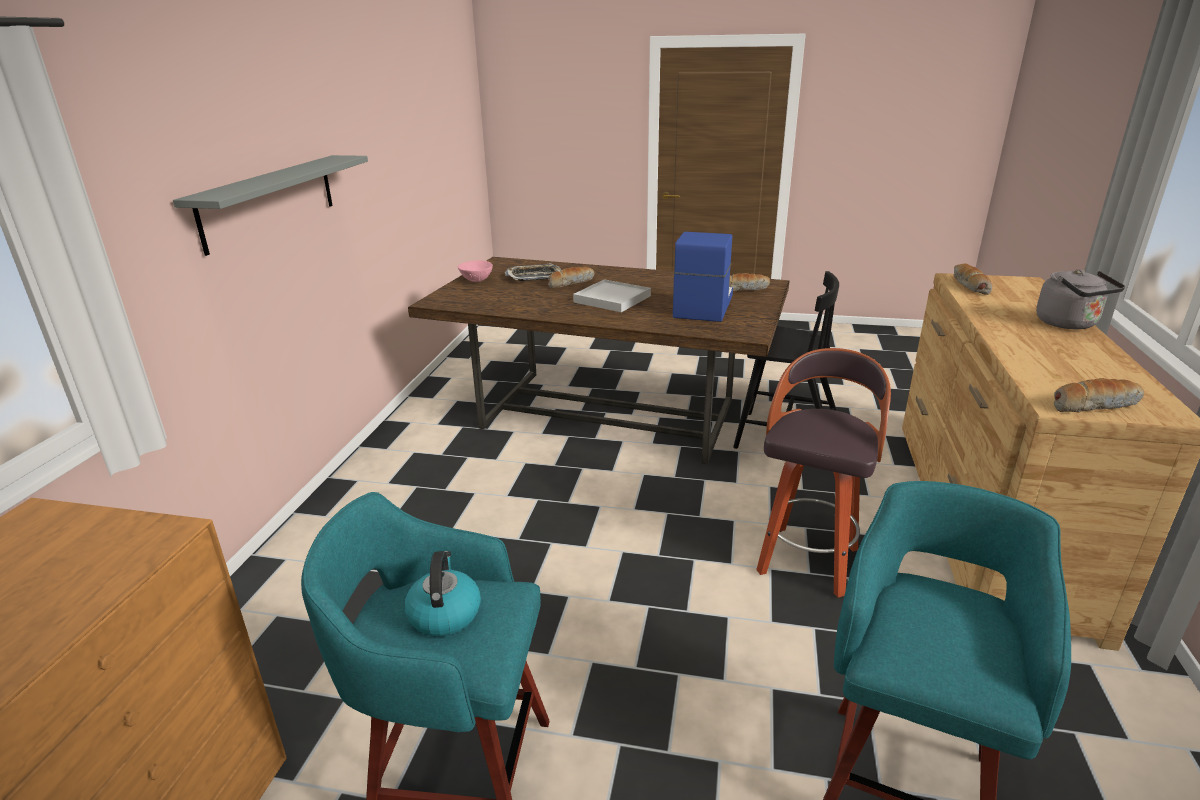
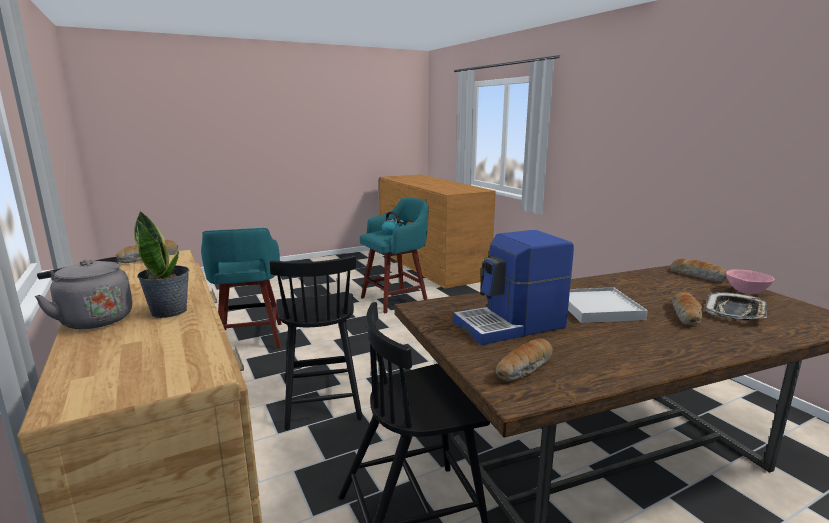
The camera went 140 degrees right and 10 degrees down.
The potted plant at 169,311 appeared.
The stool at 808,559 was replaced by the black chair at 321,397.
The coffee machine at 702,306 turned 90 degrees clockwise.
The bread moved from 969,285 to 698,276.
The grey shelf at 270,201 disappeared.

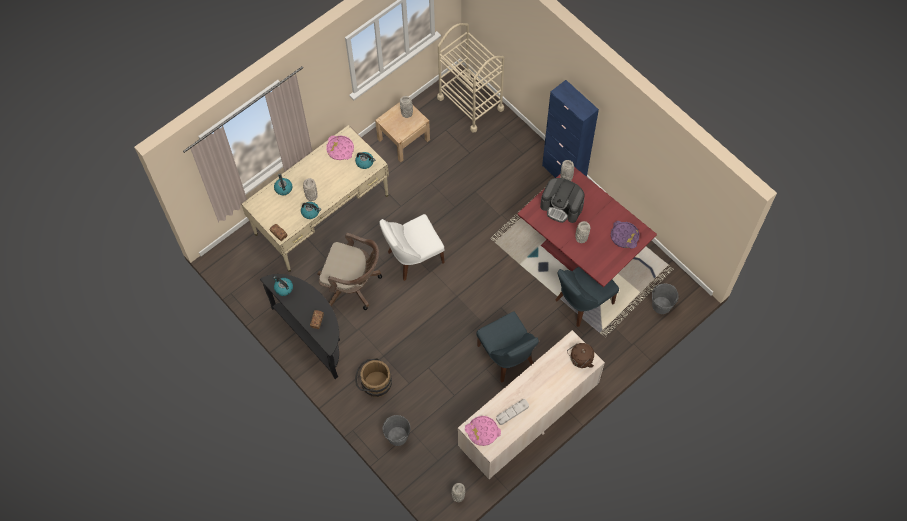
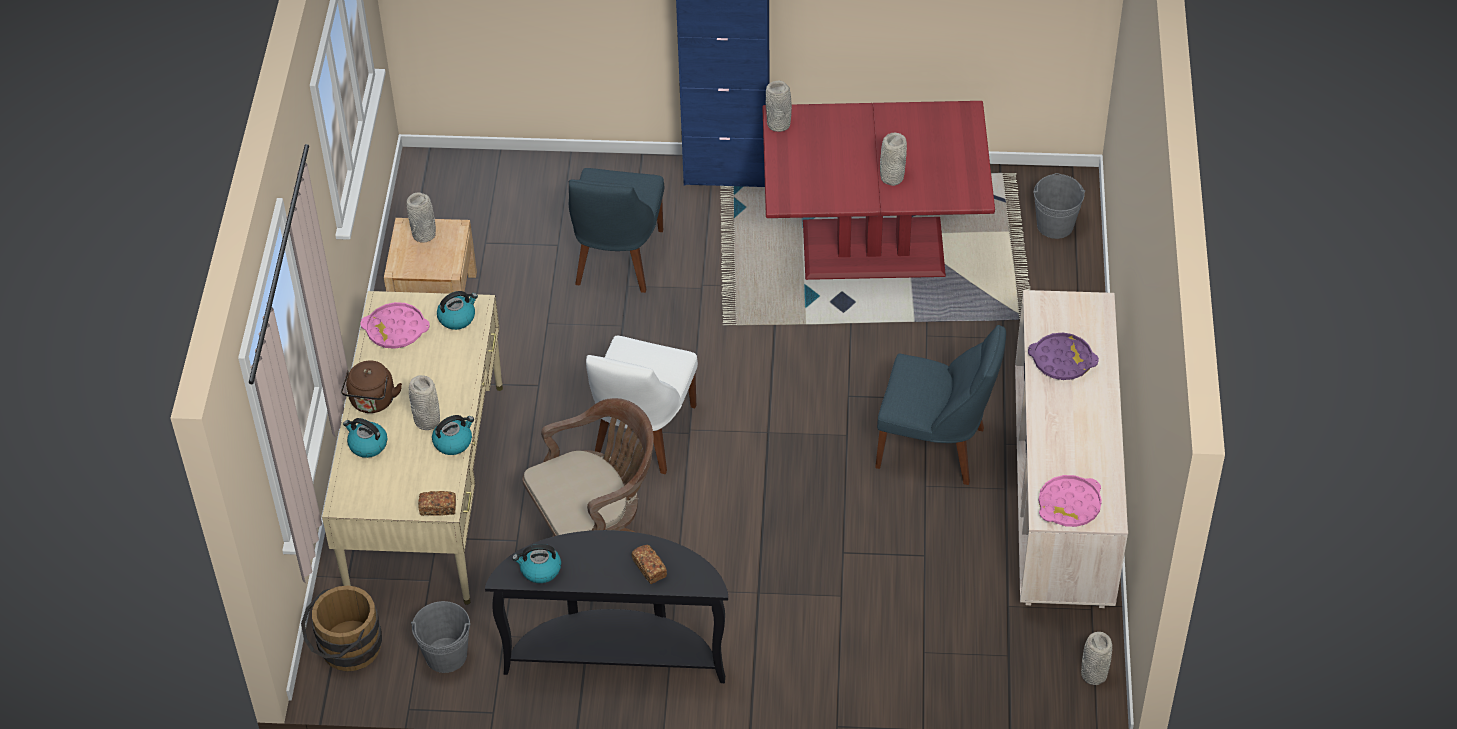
The camera went 45 degrees left and 15 degrees down.
The brown bucket moved from 373,383 to 345,650.
The brown kettle moved from 580,360 to 372,402.
The grey bucket moved from 397,436 to 446,655.
The blue chair moved from 582,302 to 617,261.
The purple tray moved from 624,236 to 1062,360.
The beige cart at 470,103 disappeared.
The grey tray at 512,412 disappeared.
The coffee machine at 562,206 disappeared.

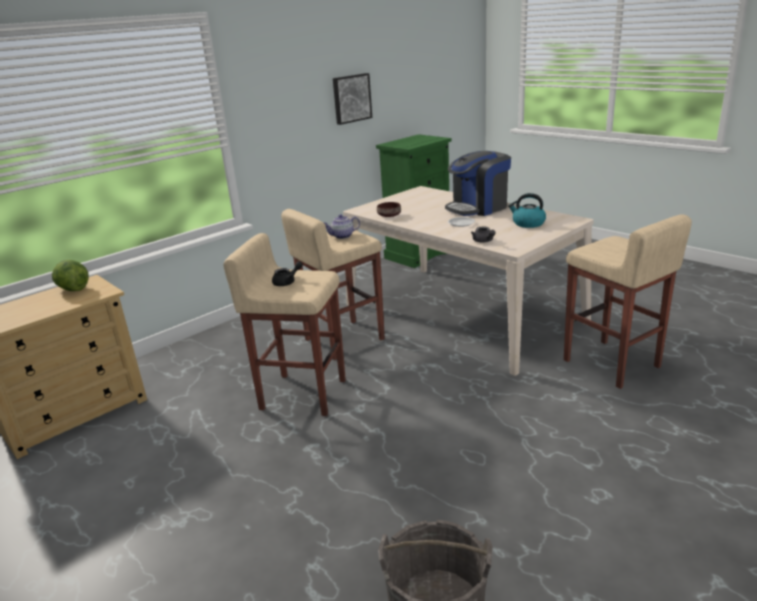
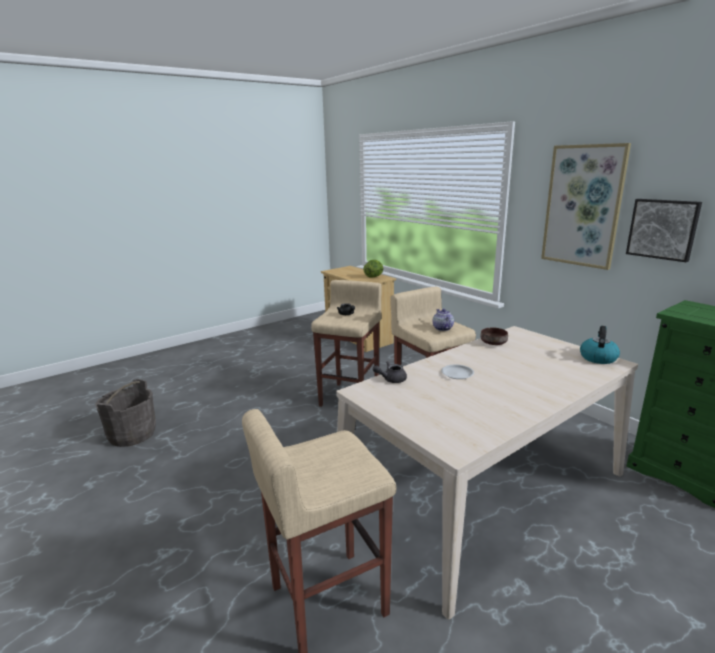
The camera went 95 degrees right and 5 degrees down.
The picture at 583,206 appeared.
The kettle moved from 528,223 to 598,358.
The coffee machine at 478,208 disappeared.

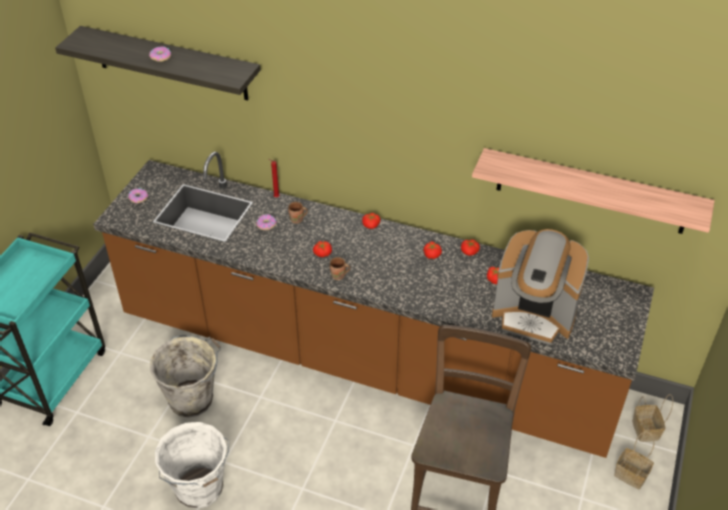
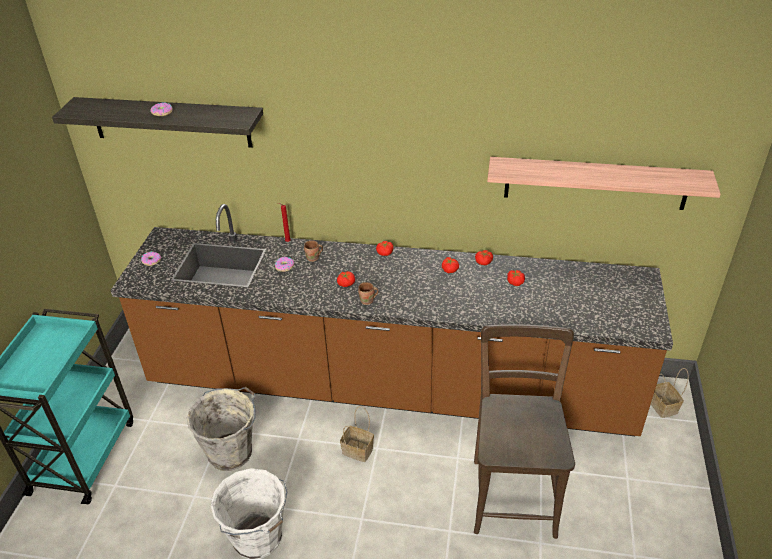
The camera went 10 degrees left and 5 degrees down.
The basket moved from 632,475 to 359,450.
The coffee machine at 534,315 disappeared.

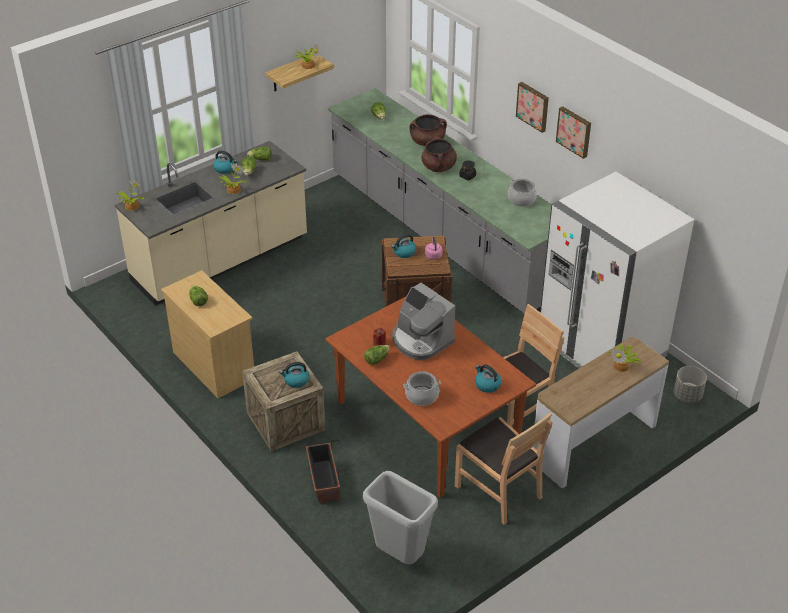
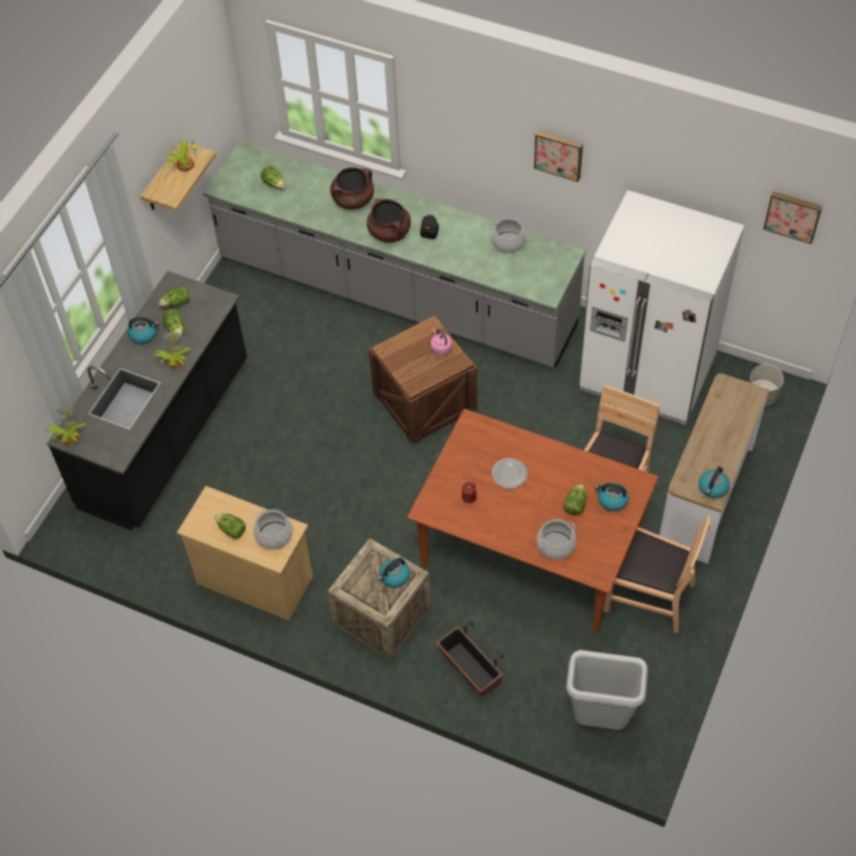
The camera went 25 degrees left and 15 degrees up.
The beige counter at 221,261 became the black counter at 167,435.
The cooking pot at 273,535 appeared.
The coffee machine at 421,340 was replaced by the plate at 510,474.
The lettuce moved from 376,359 to 575,504.
The kettle moved from 404,252 to 713,488.
The picture moved from 533,106 to 793,215.
The potted plant at 622,365 disappeared.

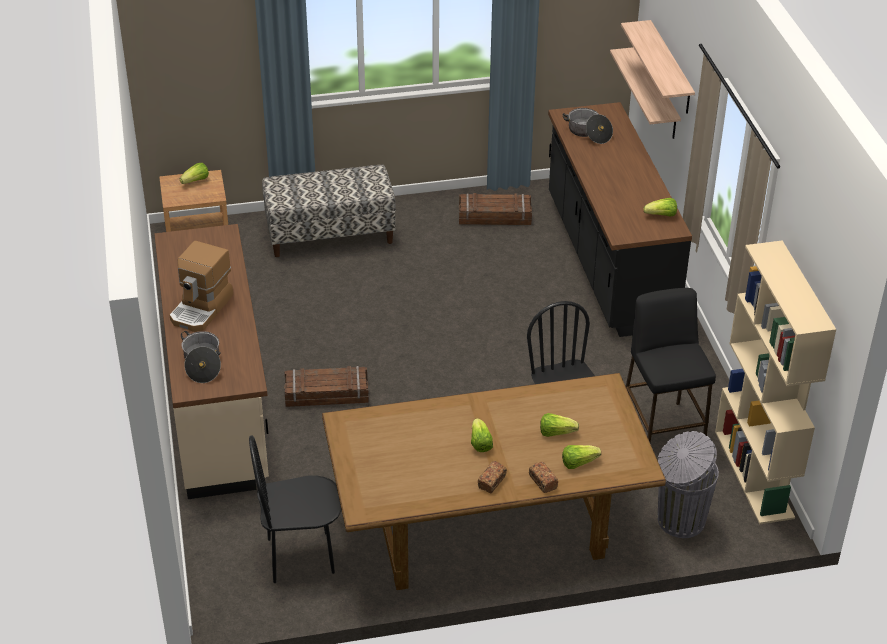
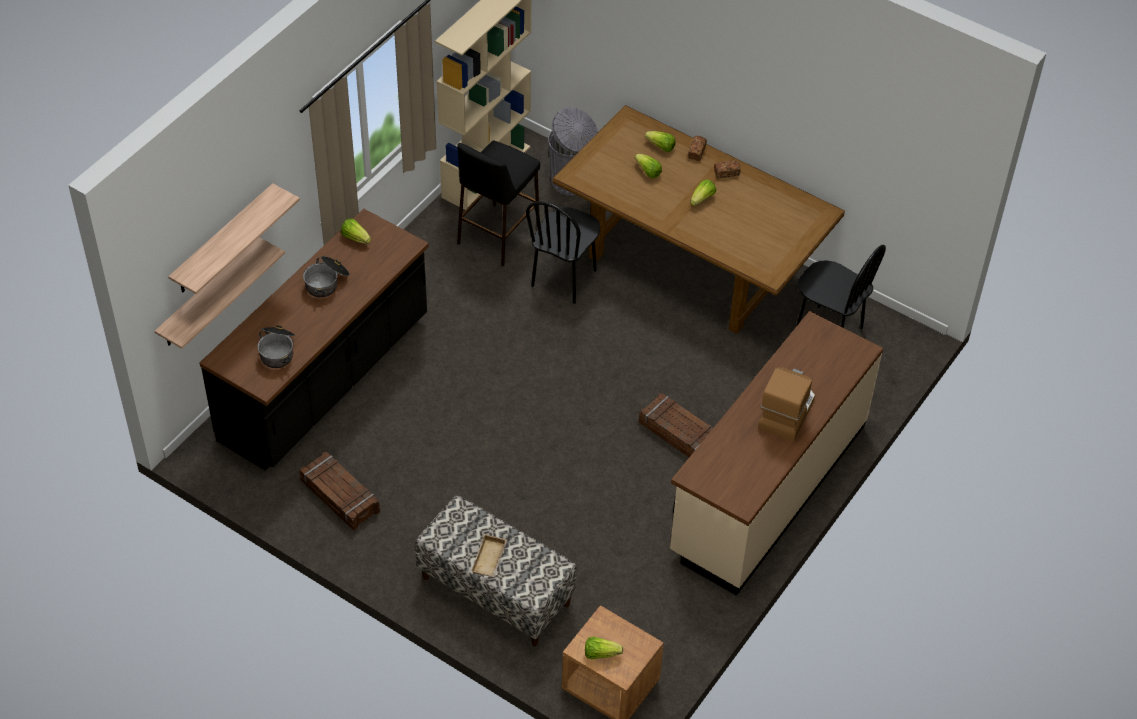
The camera went 135 degrees left and 10 degrees up.
The cooking pot moved from 202,364 to 327,282.
The beige tray at 490,559 appeared.
The coffee machine at 202,308 turned 45 degrees counterclockwise.

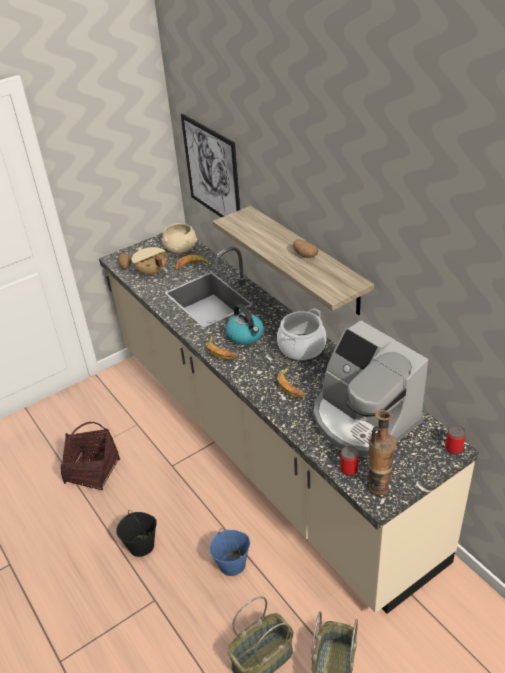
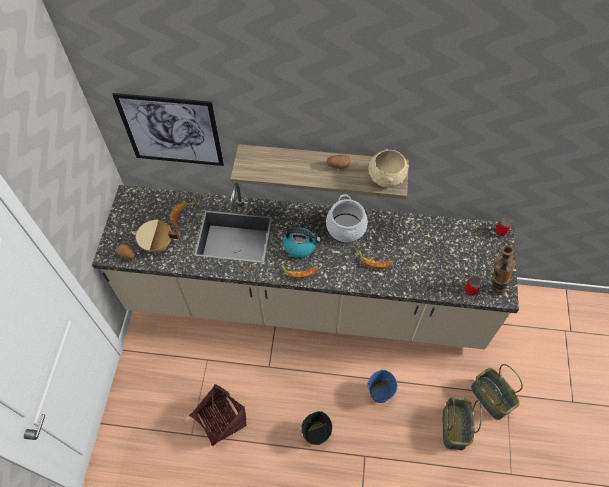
The camera went 50 degrees left and 20 degrees up.
The beige bowl moved from 180,249 to 386,177.
The coffee machine at 363,419 disappeared.

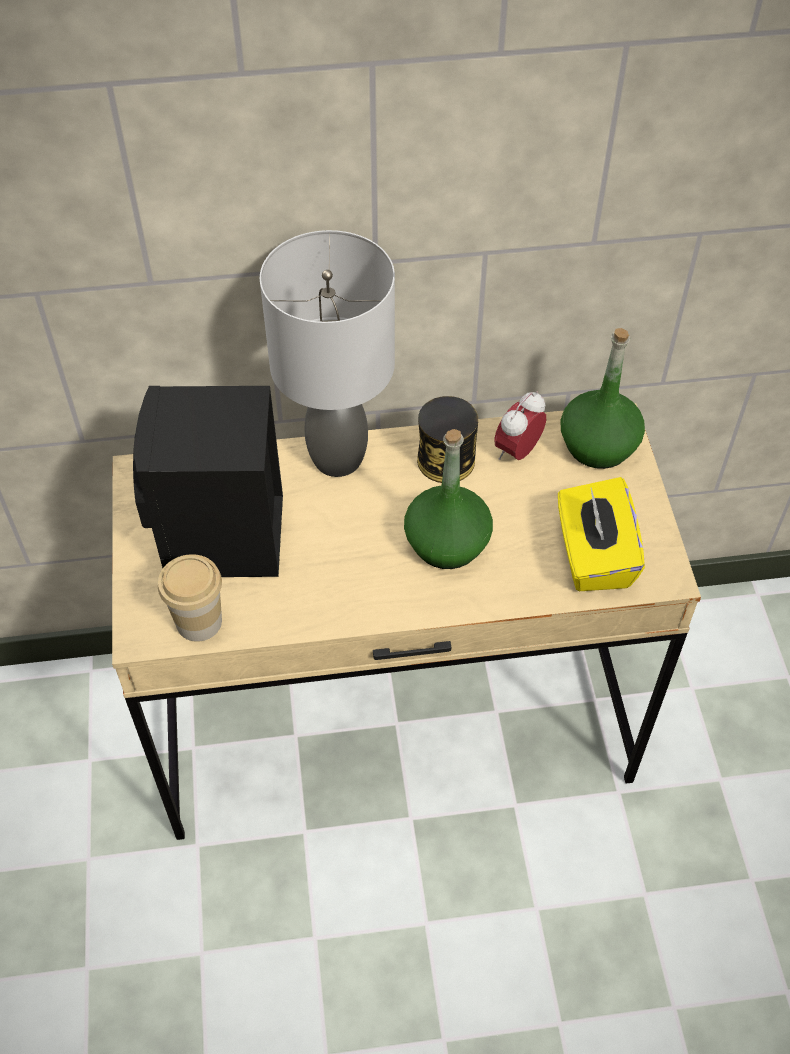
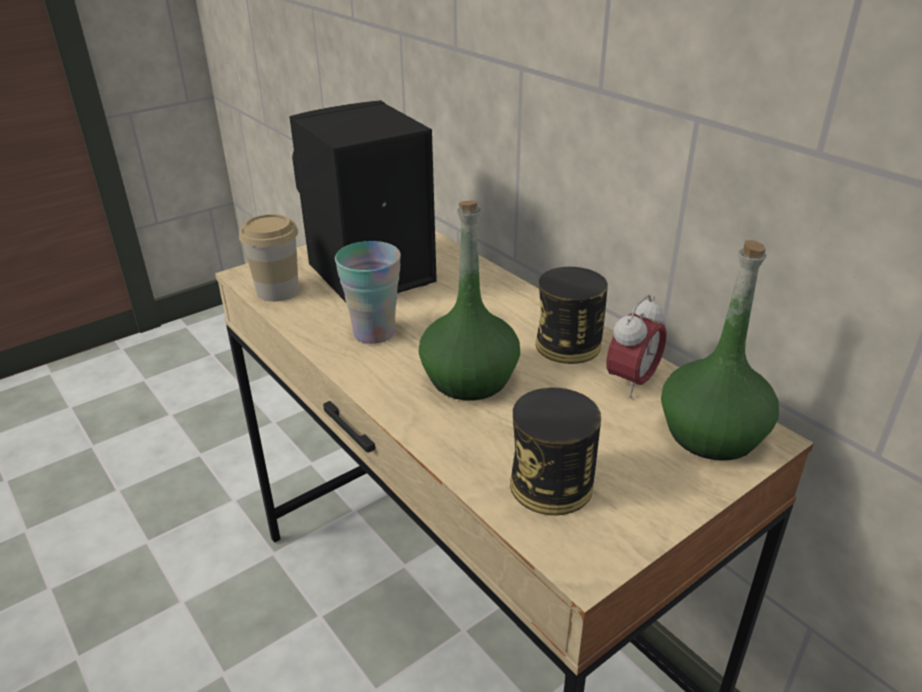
The camera went 60 degrees right and 20 degrees down.
The cup at 374,333 appeared.
The yellow tissue box at 593,556 was replaced by the can at 551,484.
The alarm clock at 517,451 turned 120 degrees clockwise.
The grey table lamp at 335,458 disappeared.

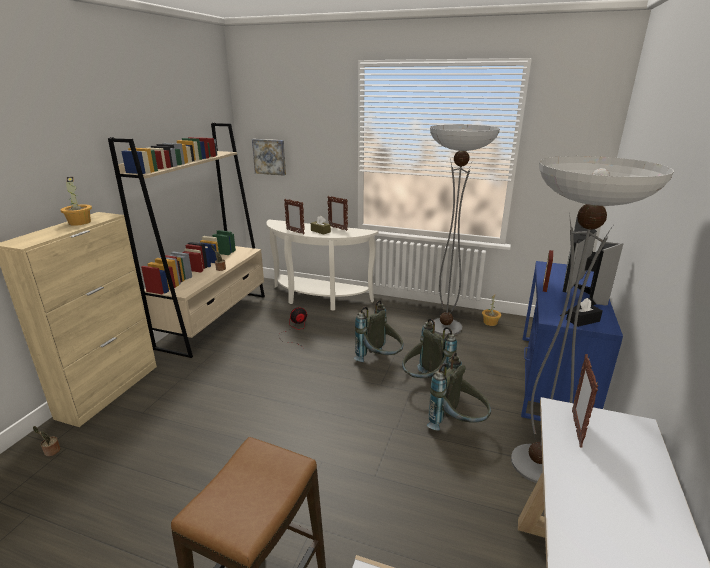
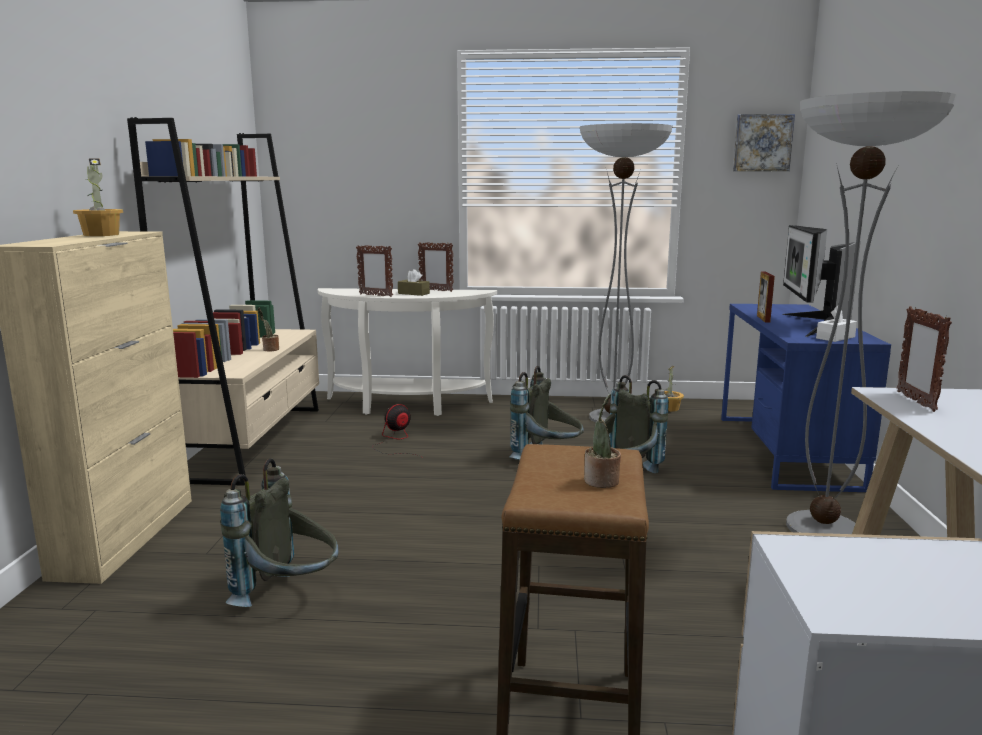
The camera went 15 degrees left and 10 degrees down.
The grey backpack moved from 457,425 to 289,596.
The potted plant moved from 51,451 to 601,482.
The picture moved from 270,156 to 762,143.
The black tissue box at 582,320 became the white tissue box at 835,337.

